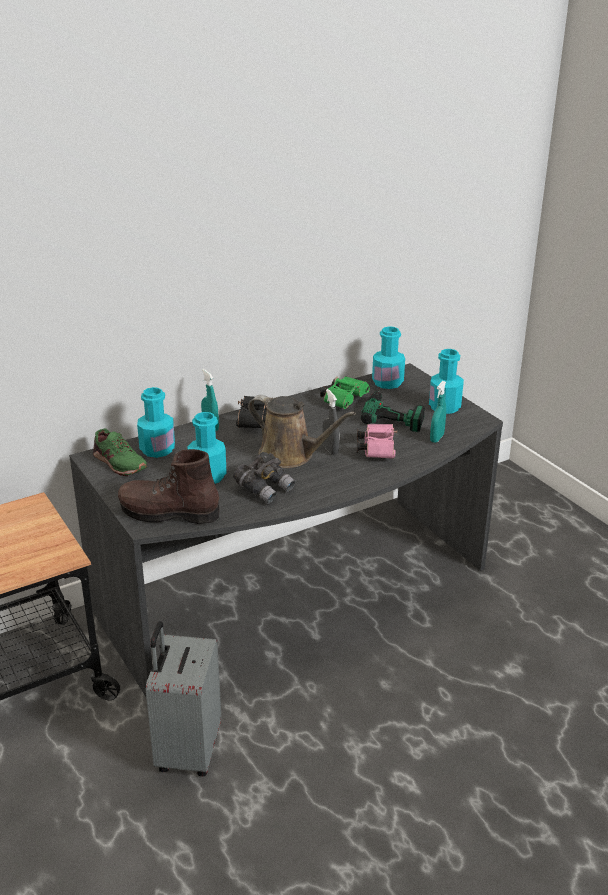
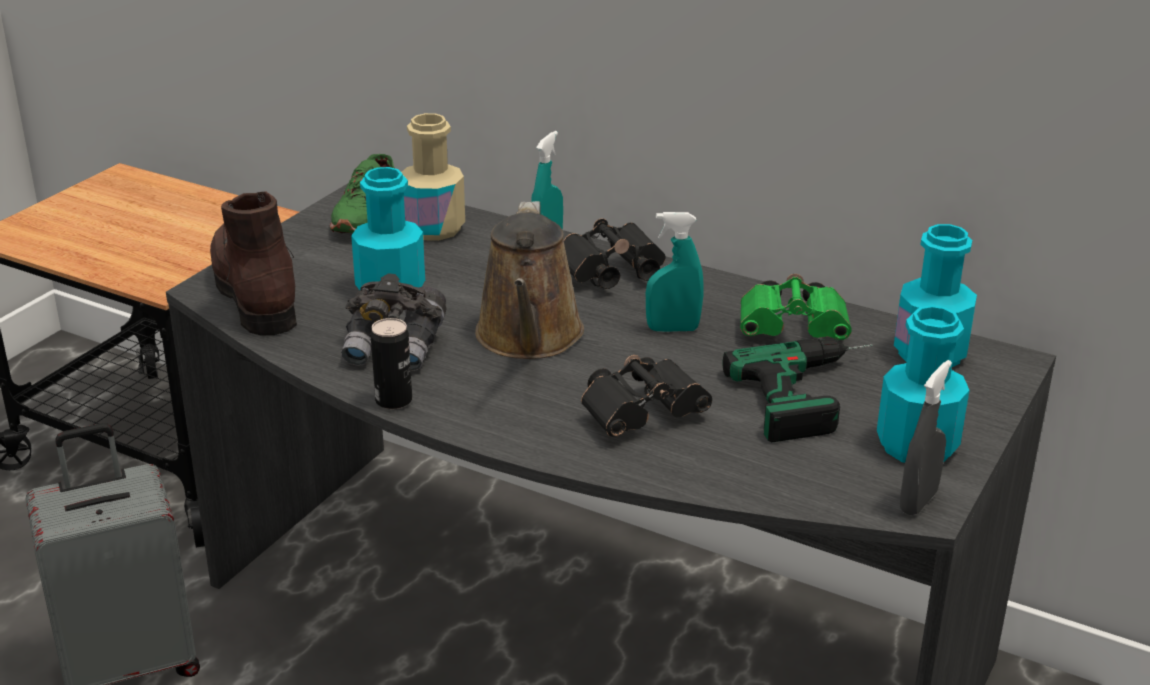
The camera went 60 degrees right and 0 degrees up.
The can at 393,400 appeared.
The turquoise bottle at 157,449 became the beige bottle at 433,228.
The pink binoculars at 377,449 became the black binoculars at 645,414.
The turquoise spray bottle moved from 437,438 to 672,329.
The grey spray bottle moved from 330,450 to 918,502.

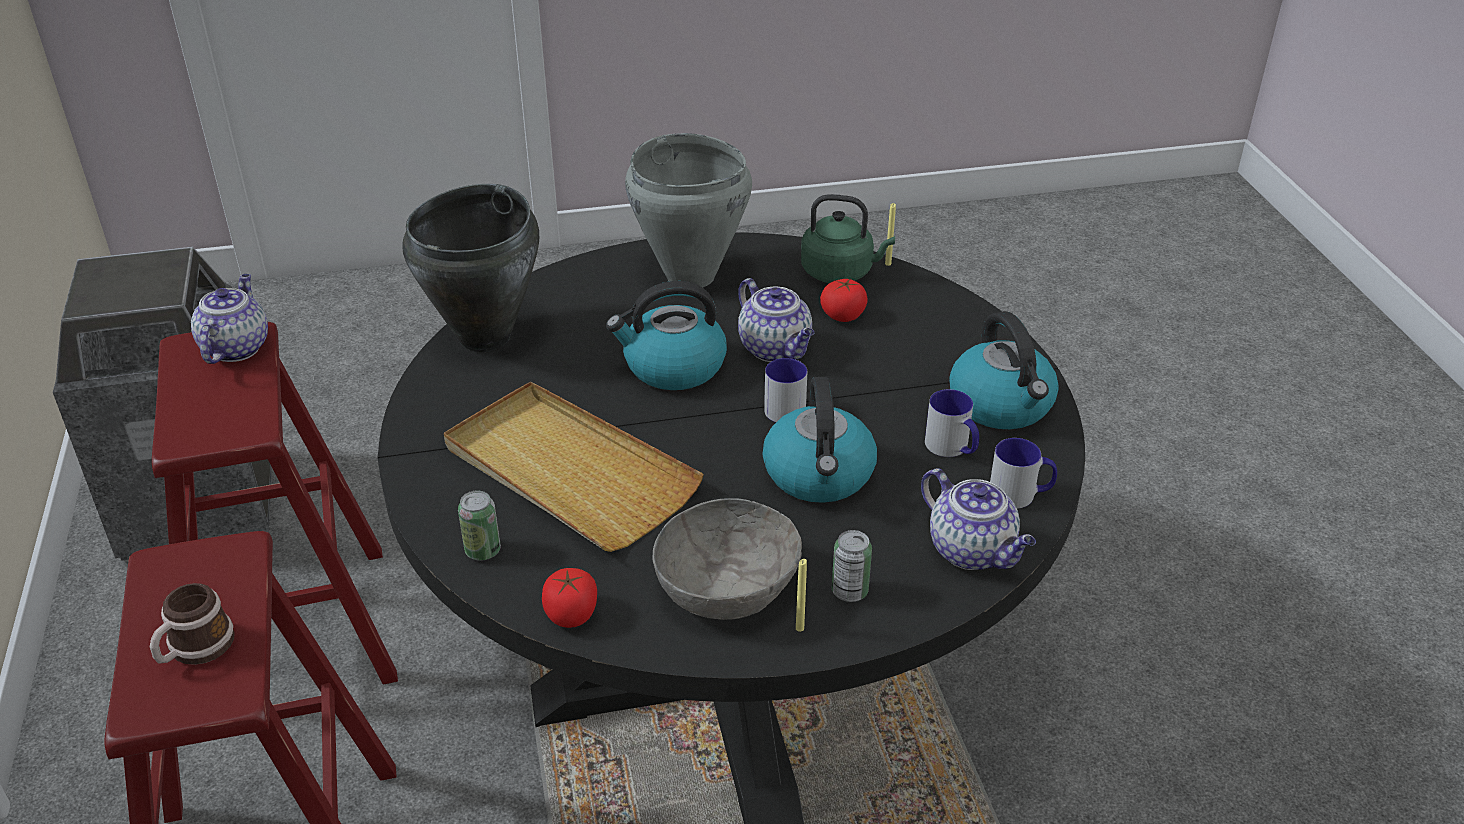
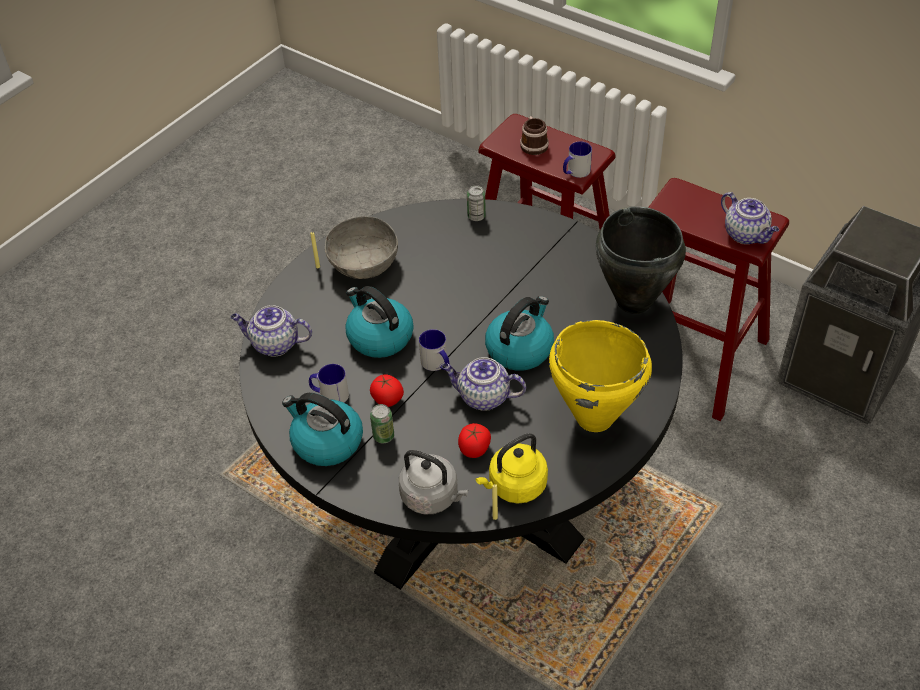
The camera went 140 degrees right and 10 degrees up.
The tomato moved from 571,614 to 387,399.
The can moved from 849,591 to 383,436.
The grey kettle at 432,497 appeared.
The green kettle at 840,272 became the yellow kettle at 514,486.
The grey cooking pot at 690,277 became the yellow cooking pot at 594,416.
The mug moved from 1020,494 to 575,172.
The beige tray at 568,472 disappeared.

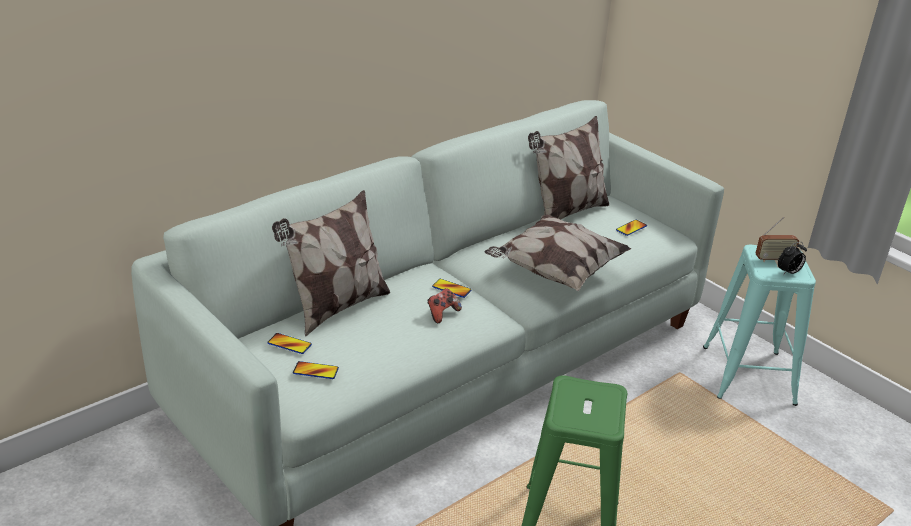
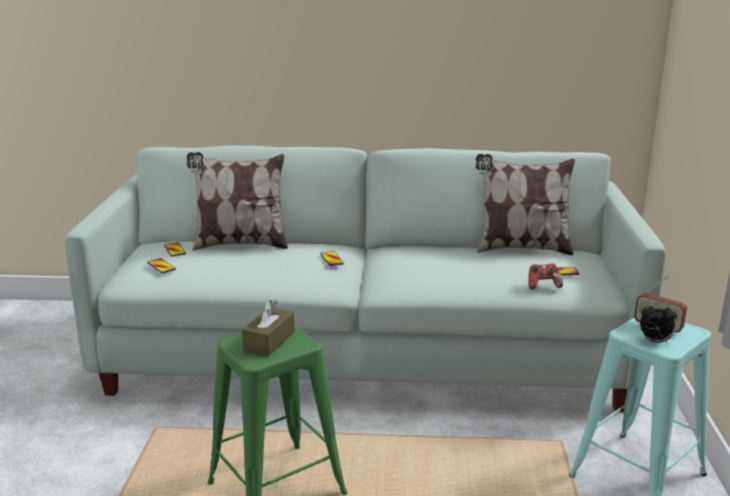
The camera went 45 degrees right and 10 degrees down.
The brown tissue box at 269,341 appeared.
The game controller moved from 442,313 to 543,285.
The pillow at 555,271 disappeared.

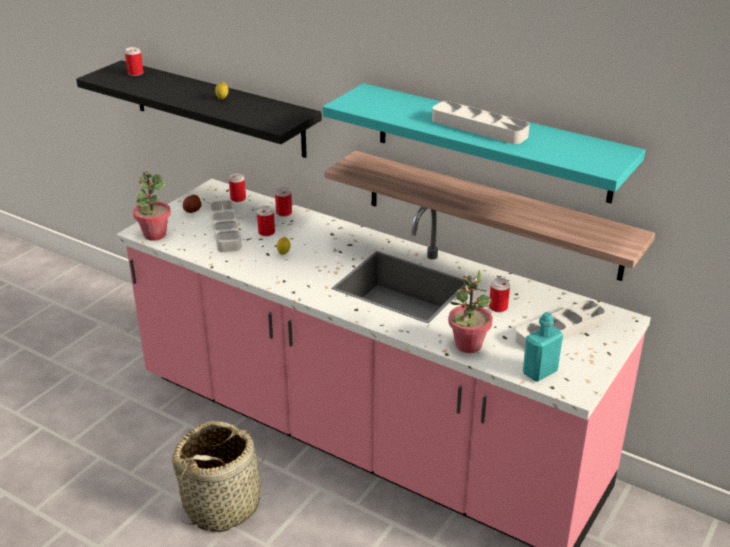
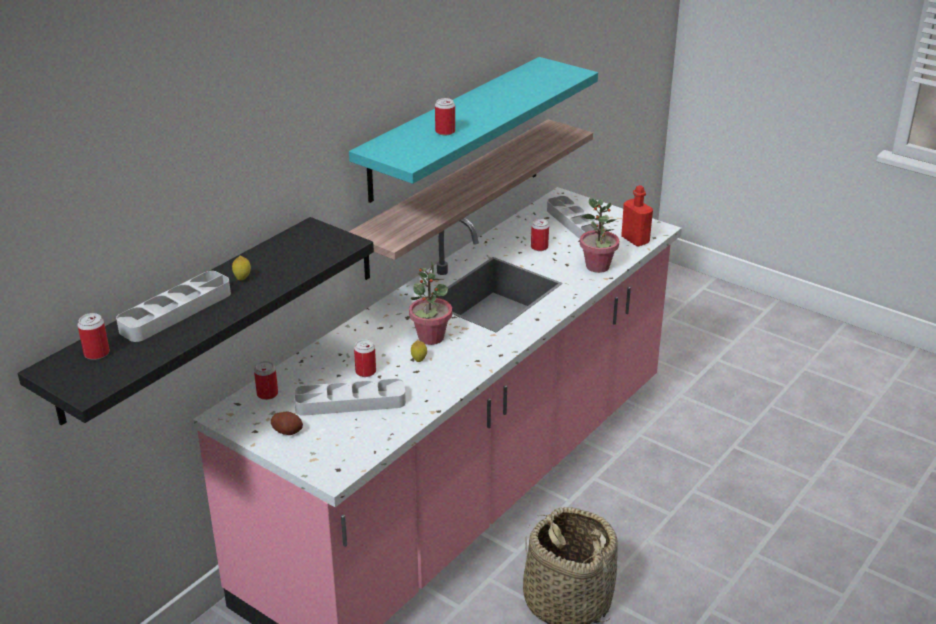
The camera went 85 degrees left and 0 degrees up.
The grey tray moved from 479,128 to 176,312.
The potted plant moved from 154,235 to 430,337.
The can moved from 284,213 to 445,132.
The turquoise bottle at 540,372 became the red bottle at 635,240.

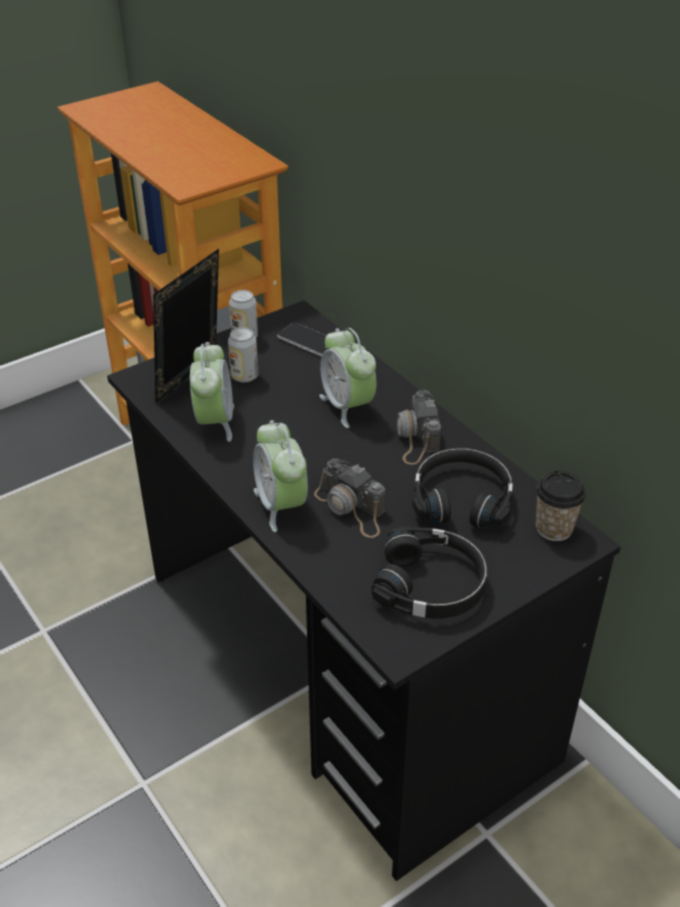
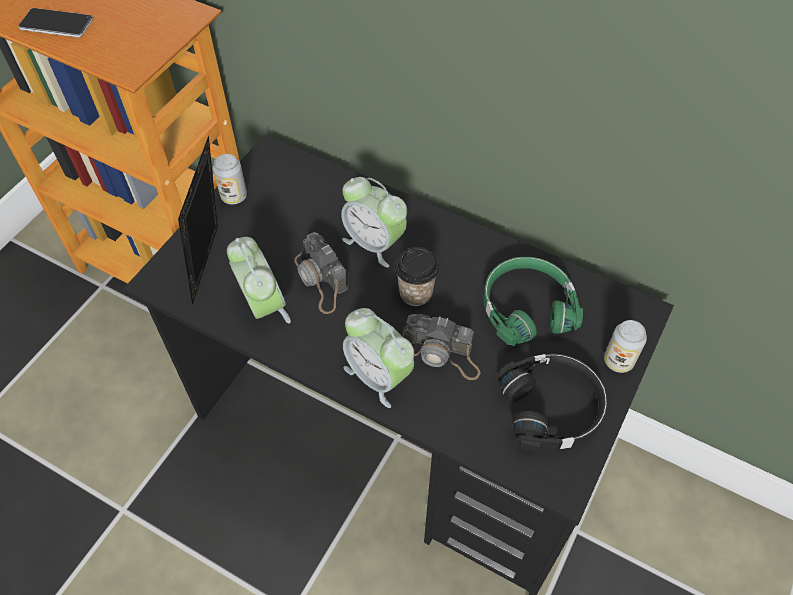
The camera went 25 degrees left and 15 degrees up.
The phone moved from 308,341 to 56,24.
The photo camera moved from 416,436 to 321,280.
The cup moved from 554,528 to 416,293.
The black headphones at 462,498 became the green headphones at 527,306.
The can moved from 244,376 to 618,361.

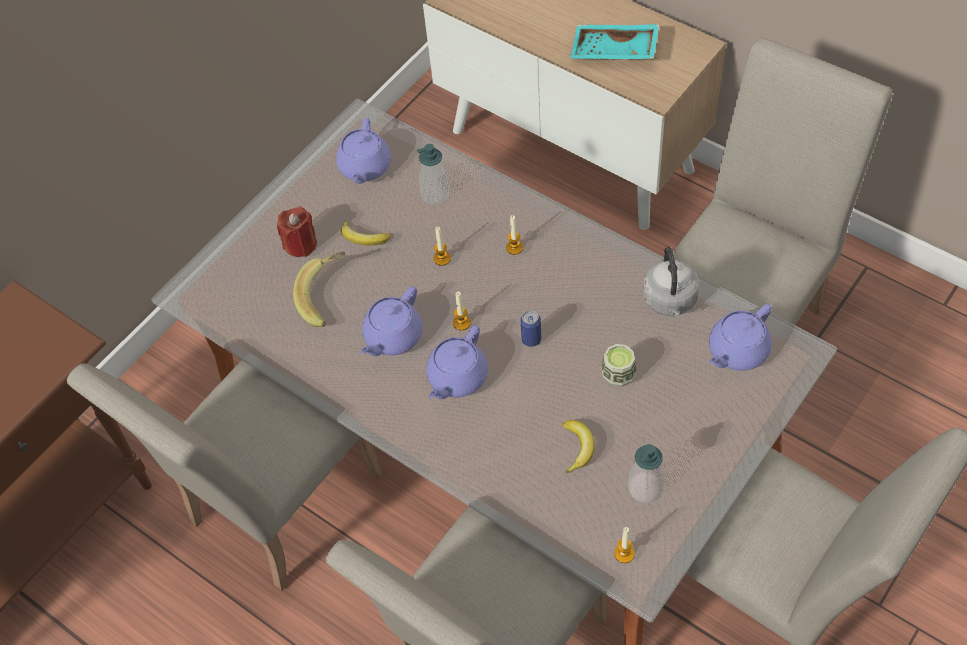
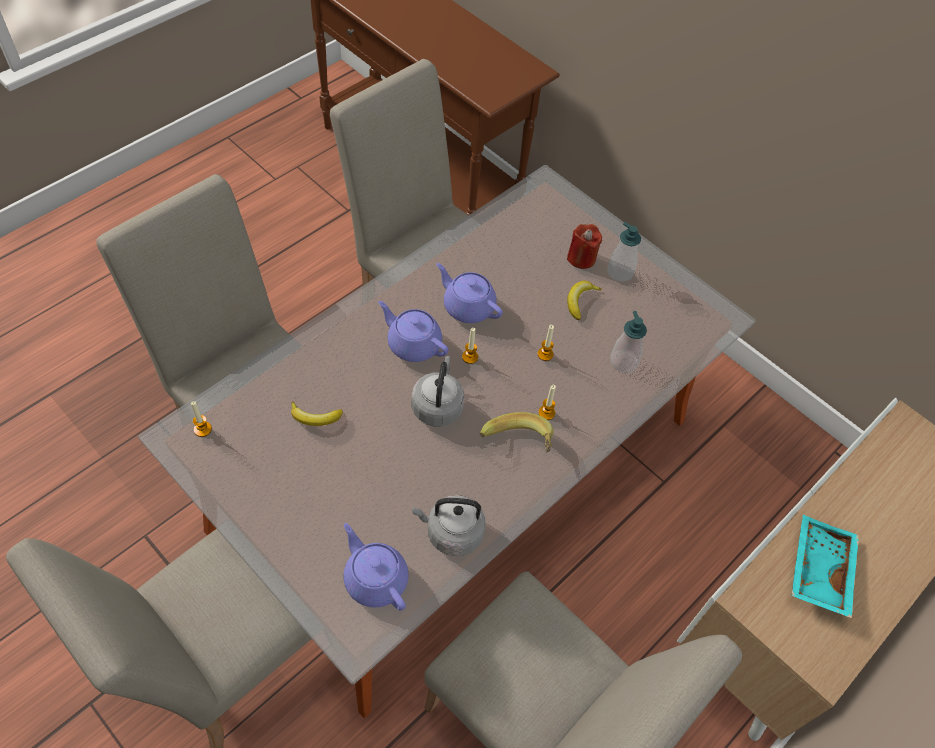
The camera went 90 degrees right and 0 degrees up.
The can at 531,339 was replaced by the grey kettle at 437,406.
The banana moved from 327,297 to 518,445.
The soap dispenser moved from 645,488 to 620,272.
The purple teapot at 365,168 disappeared.
The cup at 618,375 disappeared.

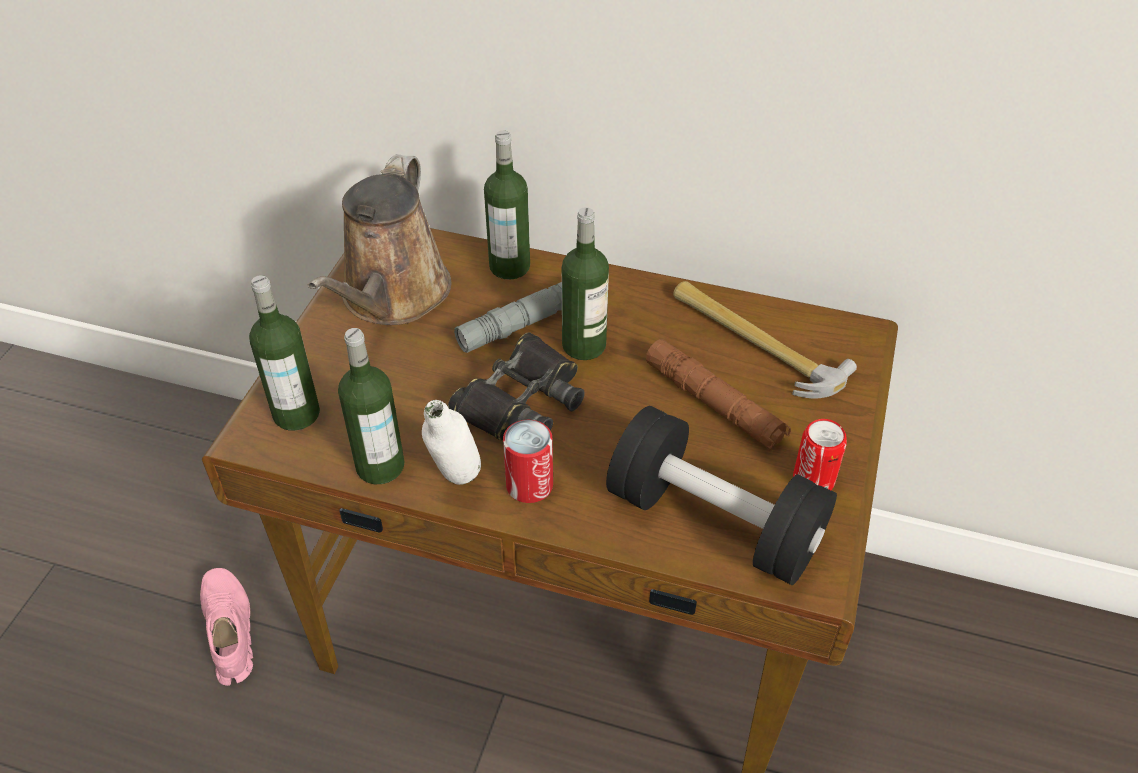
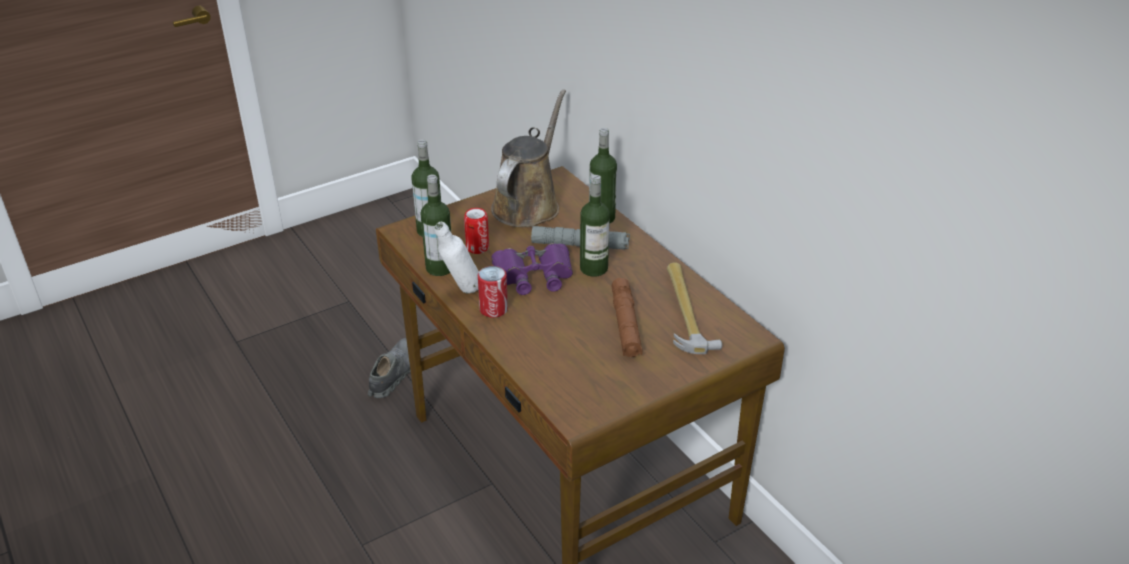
The camera went 40 degrees right and 10 degrees down.
The pink shoe at 229,631 became the grey shoe at 393,374.
The can moved from 813,481 to 477,248.
The brown watering can at 392,297 turned 150 degrees clockwise.
The black binoculars at 521,400 became the purple binoculars at 534,275.
The black dumbbell at 714,522 disappeared.

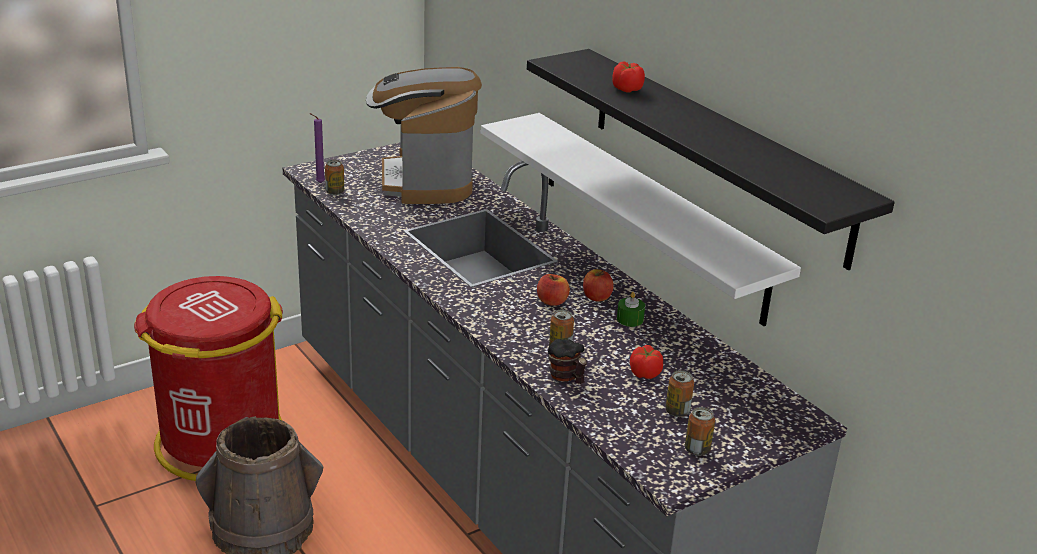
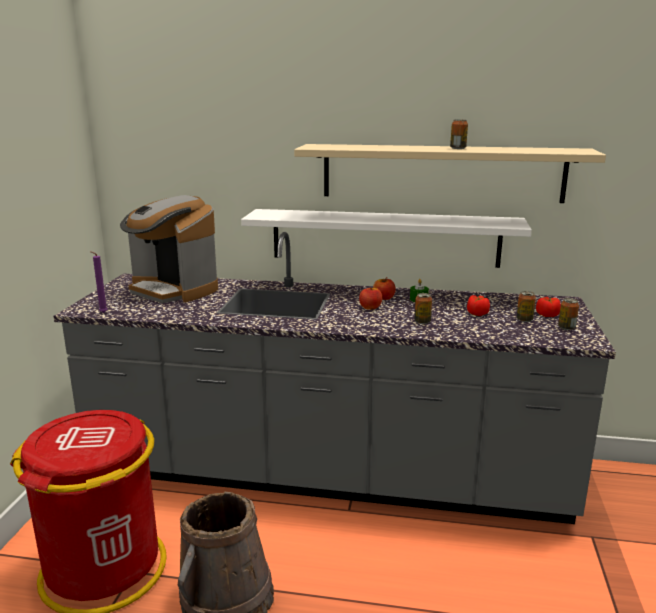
The camera went 45 degrees left and 10 degrees down.
The black shelf at 716,153 became the beige shelf at 442,173.
The can moved from 335,192 to 458,148.
The tomato moved from 627,89 to 547,315.
The mug at 566,378 disappeared.

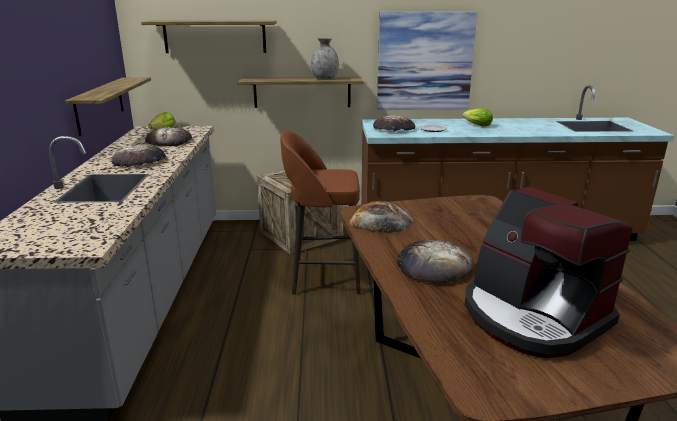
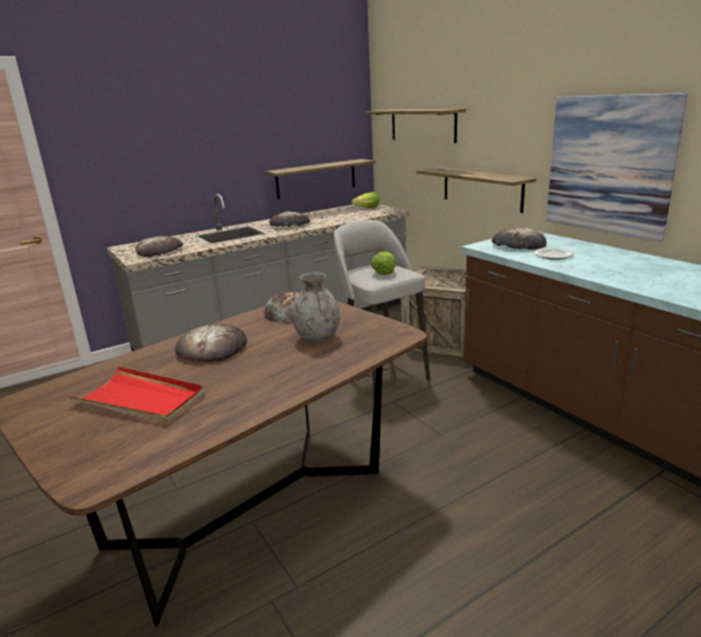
The camera went 60 degrees right and 0 degrees up.
The coffee machine at 531,316 was replaced by the red tray at 140,399.
The bread moved from 169,141 to 160,250.
The grey vase moved from 325,78 to 318,338.
The brown stool at 323,277 became the grey stool at 382,375.
The lettuce moved from 477,125 to 384,271.

